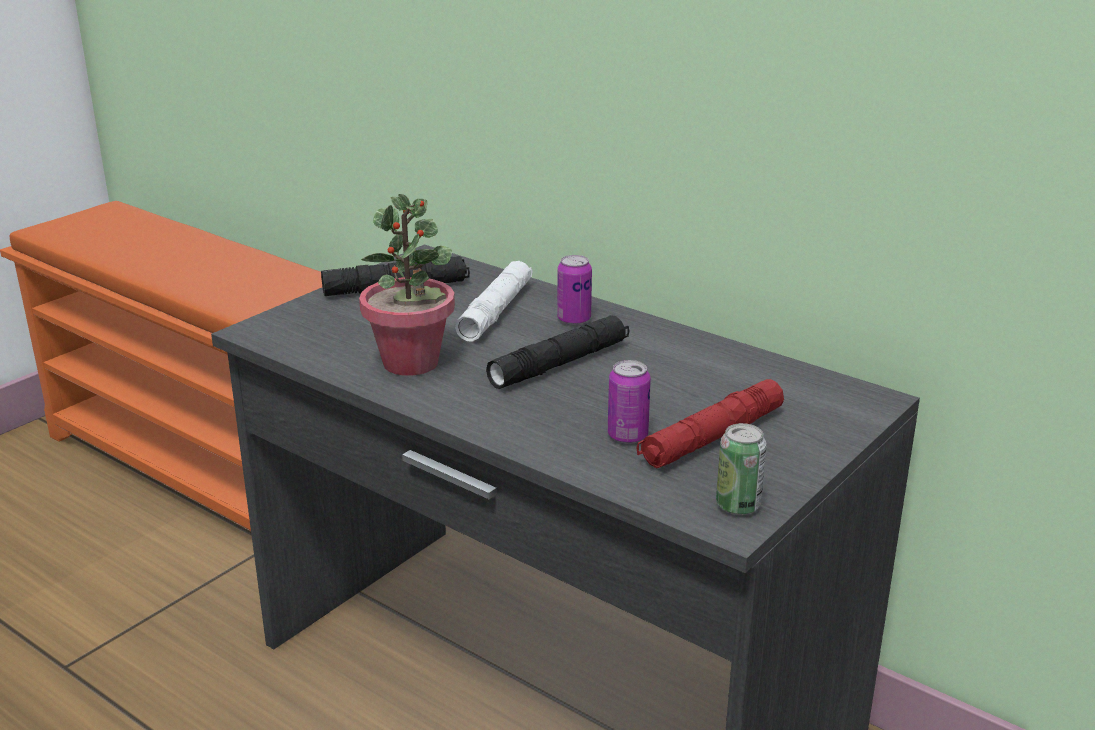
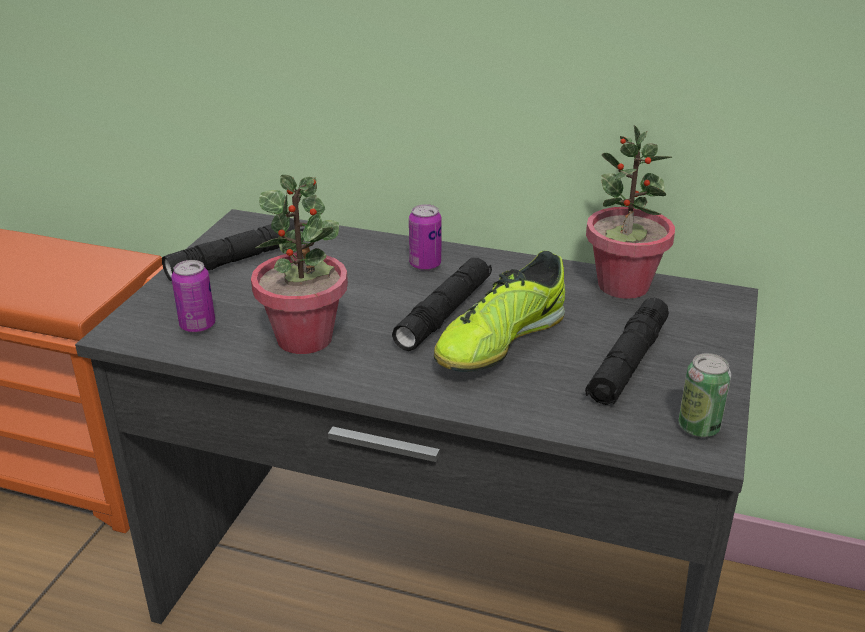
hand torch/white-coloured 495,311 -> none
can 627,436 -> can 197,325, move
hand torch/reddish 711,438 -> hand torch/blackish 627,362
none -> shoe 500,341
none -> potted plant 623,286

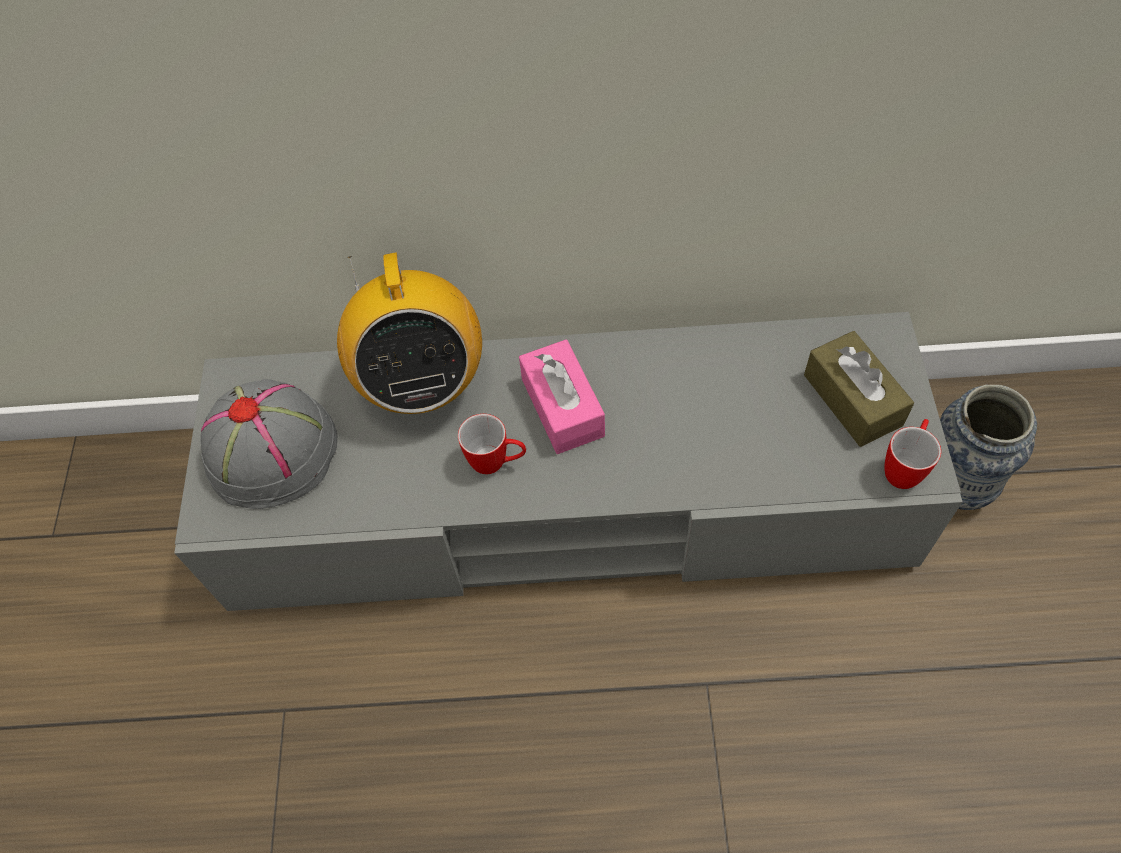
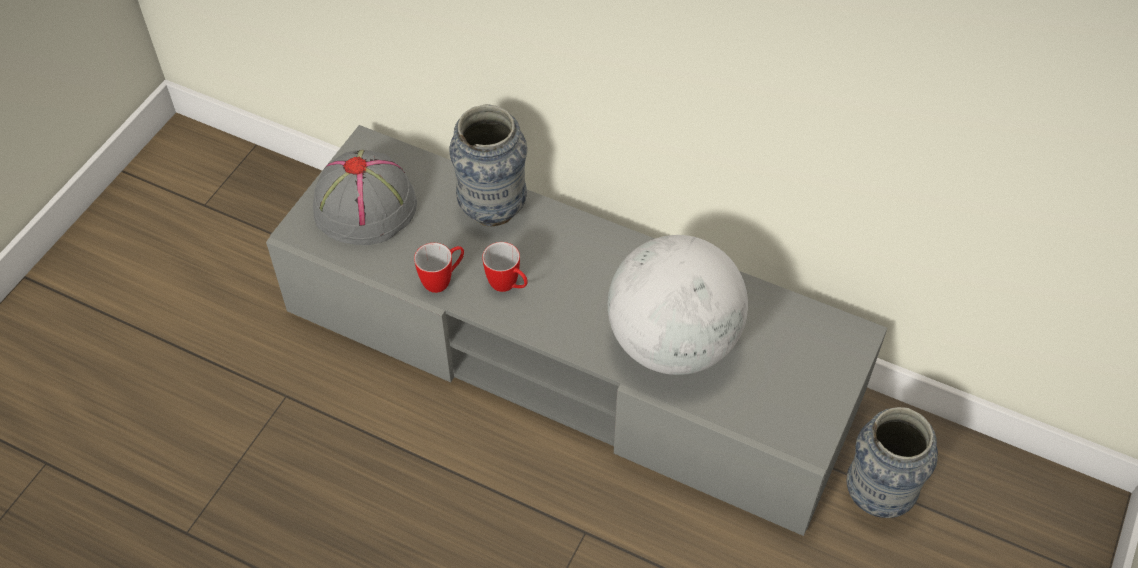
radio receiver 422,384 -> decorative vase 492,210
tissue holder/pink-coloured 562,407 -> none
tissue holder/brown 852,400 -> none
coffee mug 904,467 -> coffee mug 443,280, move
none -> globe 672,343

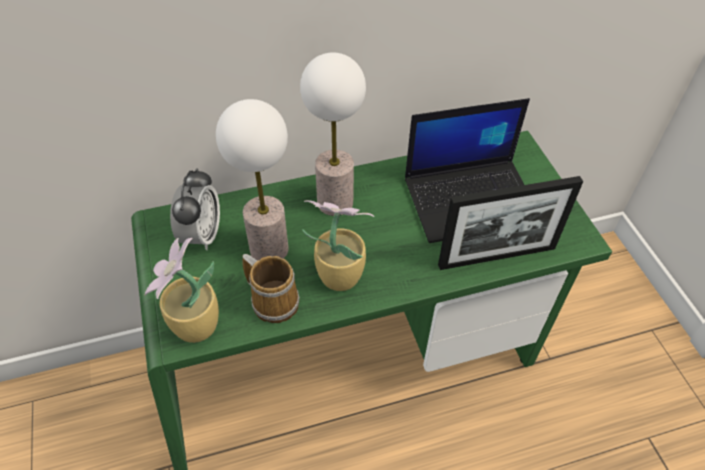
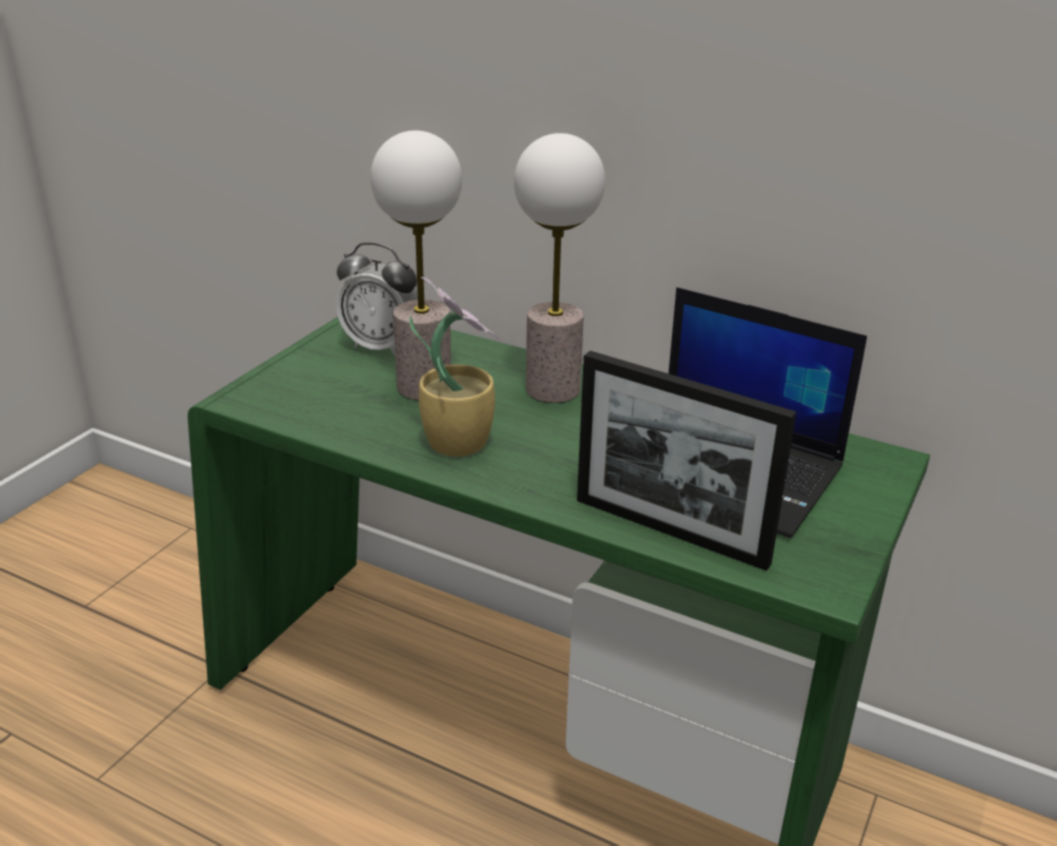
potted plant 195,327 -> none
alarm clock 202,235 -> alarm clock 381,346, 60 degrees clockwise
coffee mug 274,300 -> none

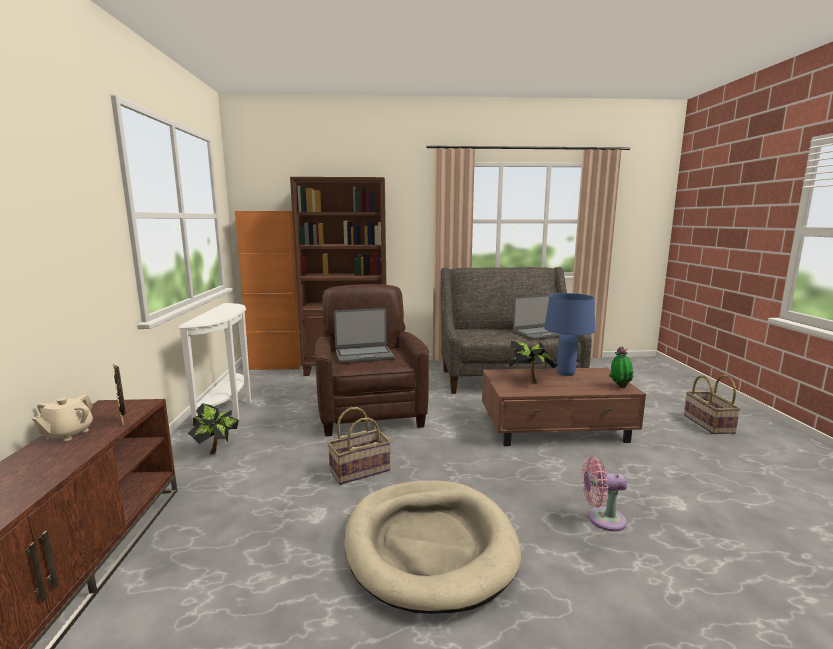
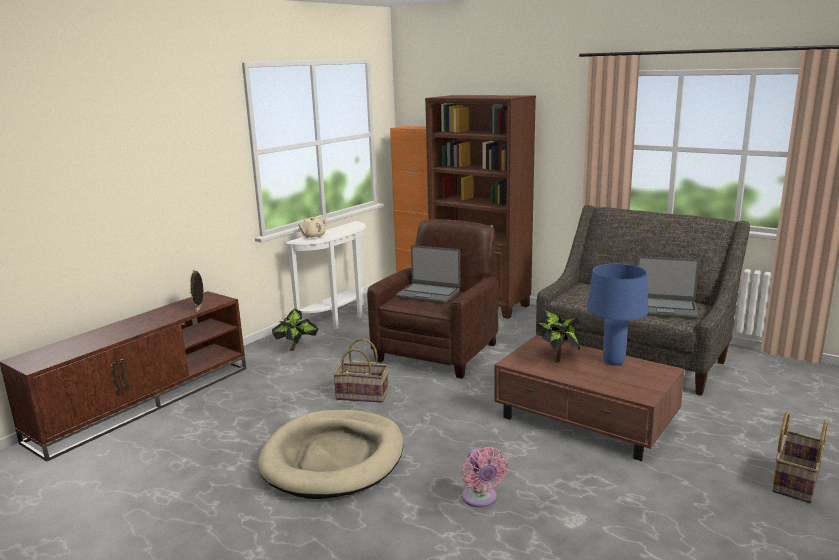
teapot/beige 67,434 -> teapot/beige 313,237, move
electric fan/pink-coloured 602,519 -> electric fan/pink-coloured 480,499, 150 degrees counterclockwise
potted plant 620,386 -> none

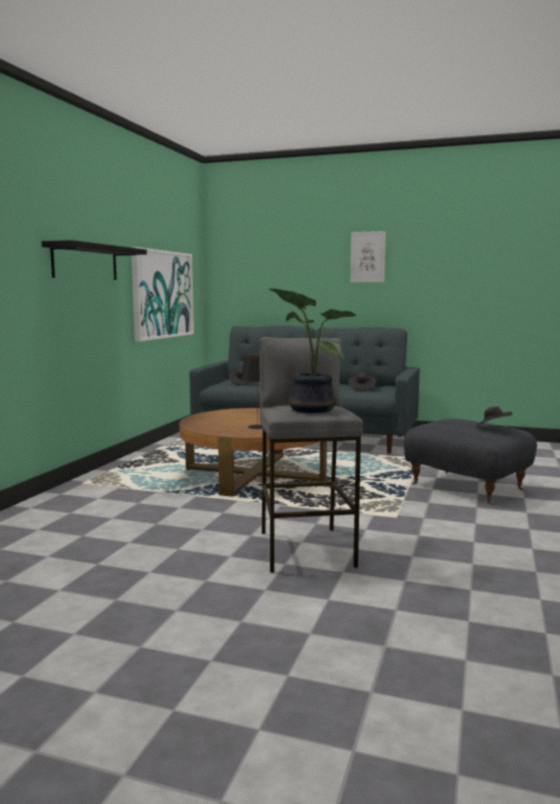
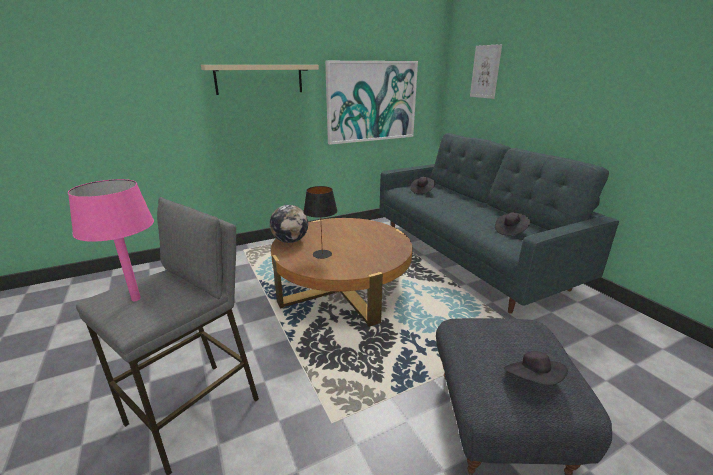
bracket shelf/blackish 85,262 -> bracket shelf/beige 259,79
potted plant 308,409 -> lamp for a table/pink-coloured 136,299
picture 367,257 -> picture 485,72, move
none -> globe 290,241

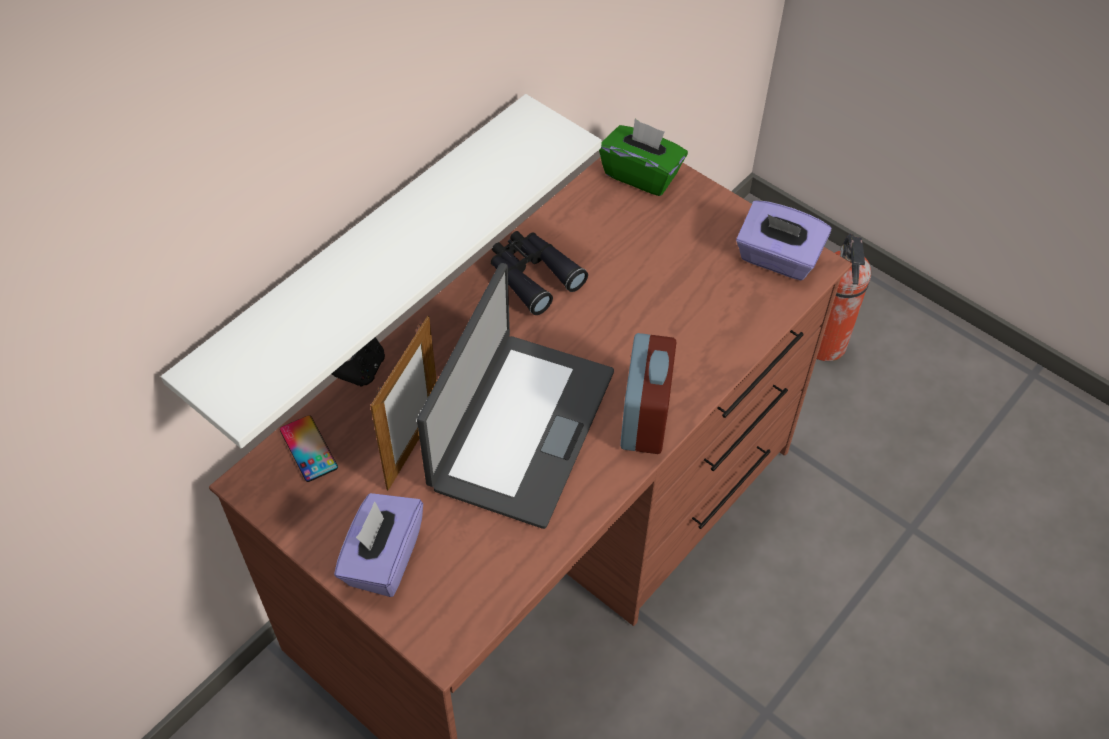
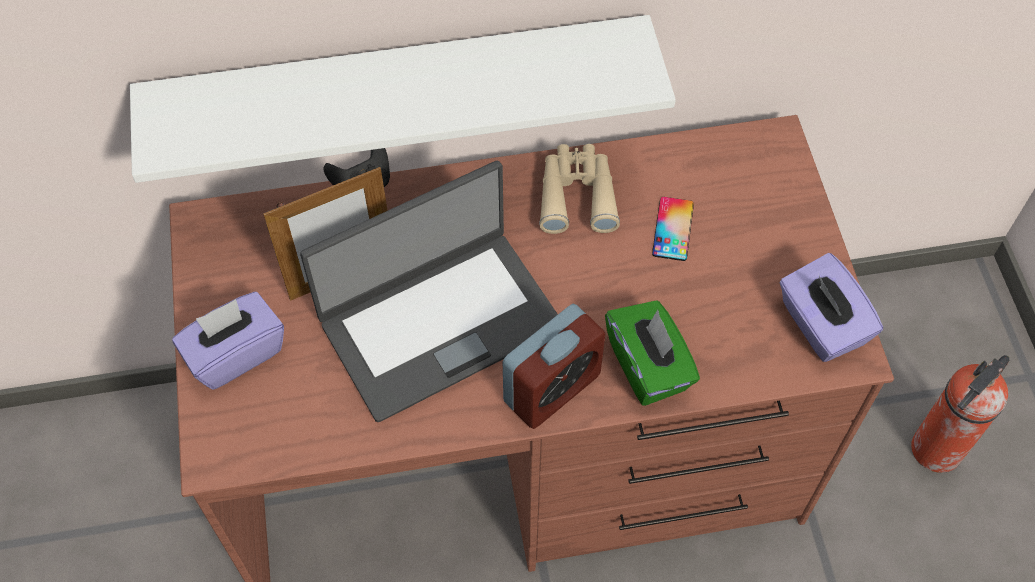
phone 308,448 -> phone 673,229, move
pair of binoculars/blackish 532,276 -> pair of binoculars/beige 577,194
tissue holder/greenish 641,174 -> tissue holder/greenish 648,366, move

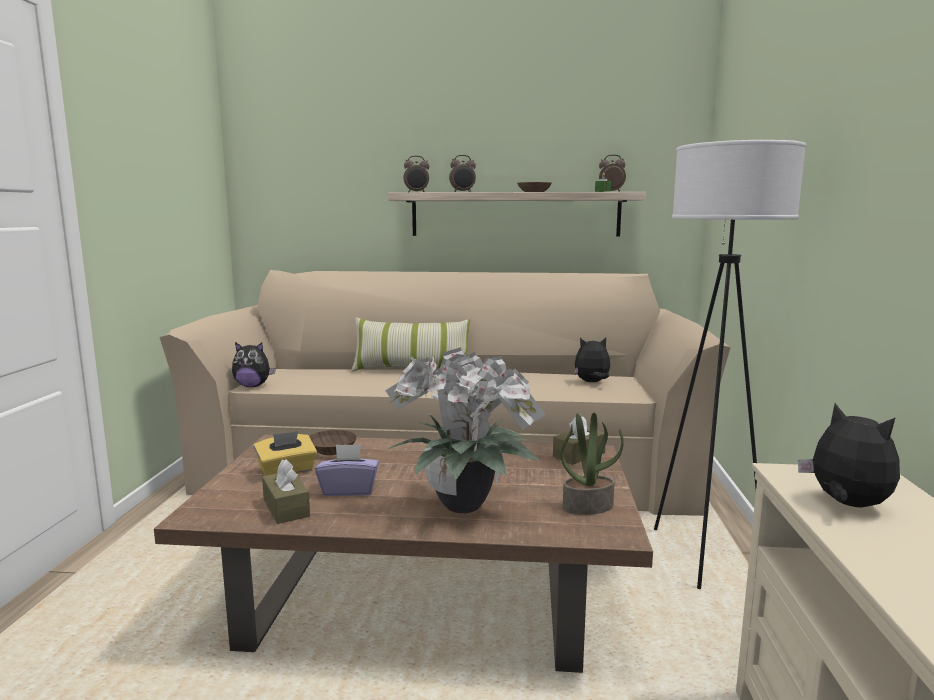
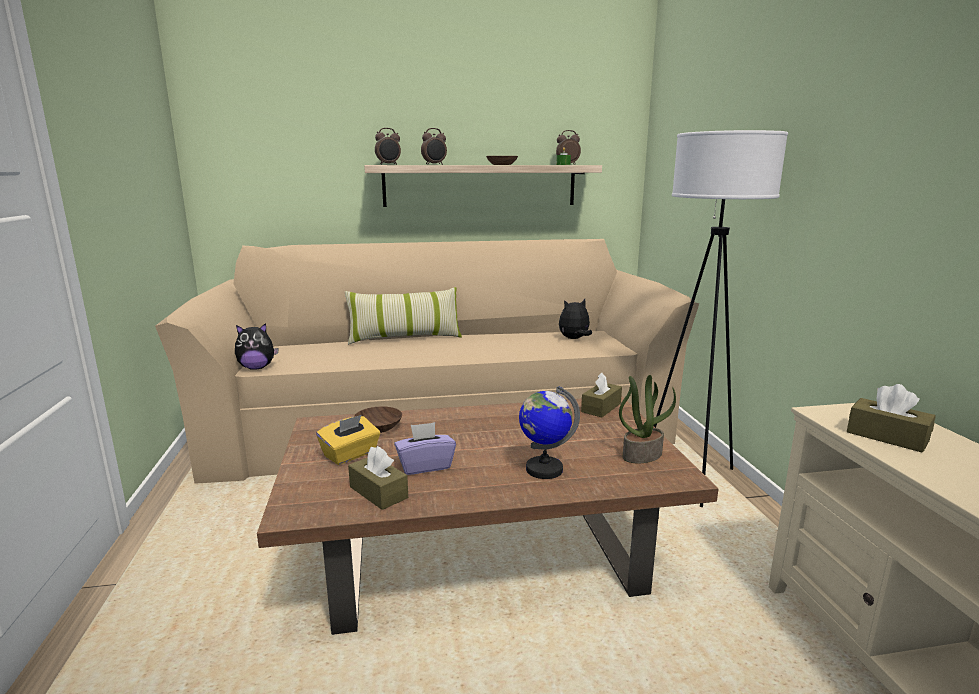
potted plant 466,507 -> globe 543,469
cuddly toy 846,505 -> tissue holder/brown 887,436

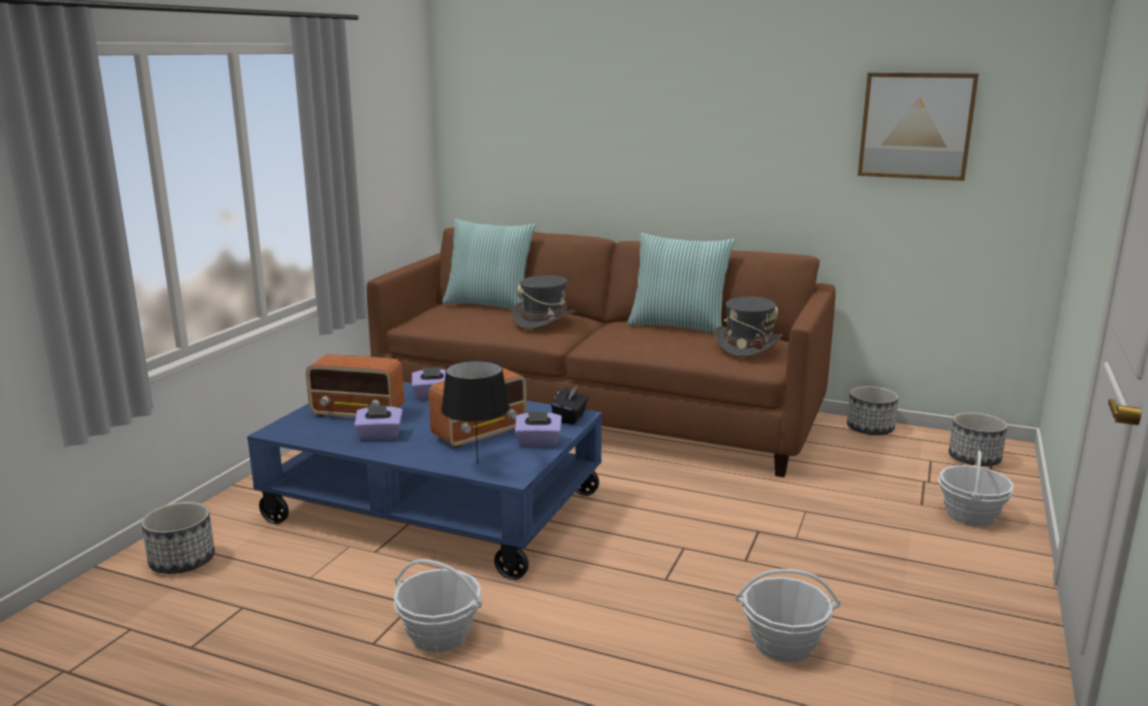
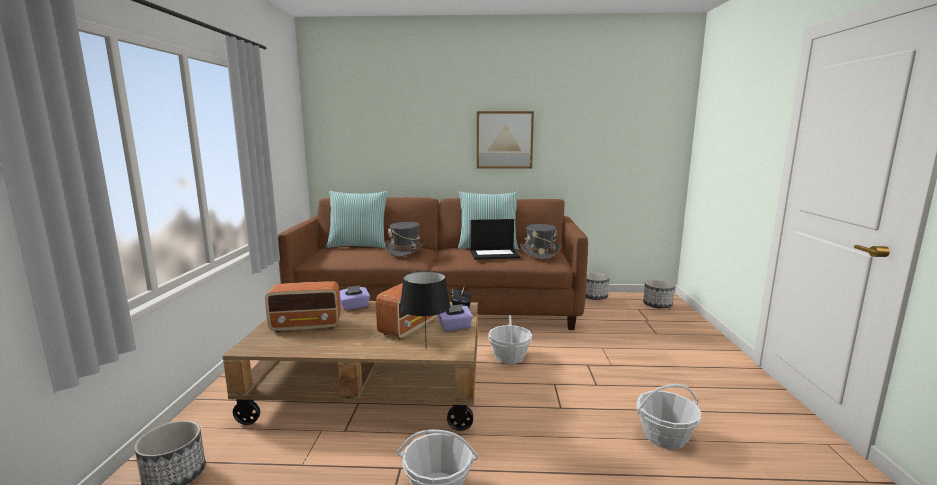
lounge table/blue-coloured 435,507 -> lounge table/brown 371,387
tissue holder/purple-coloured 379,436 -> none
picture 916,126 -> picture 504,140, move
basket 970,515 -> basket 509,357, move
none -> portable computer 495,254

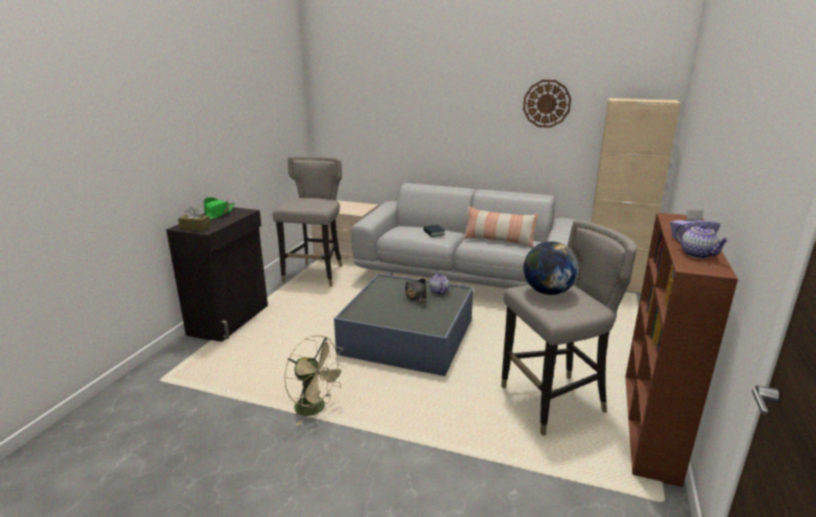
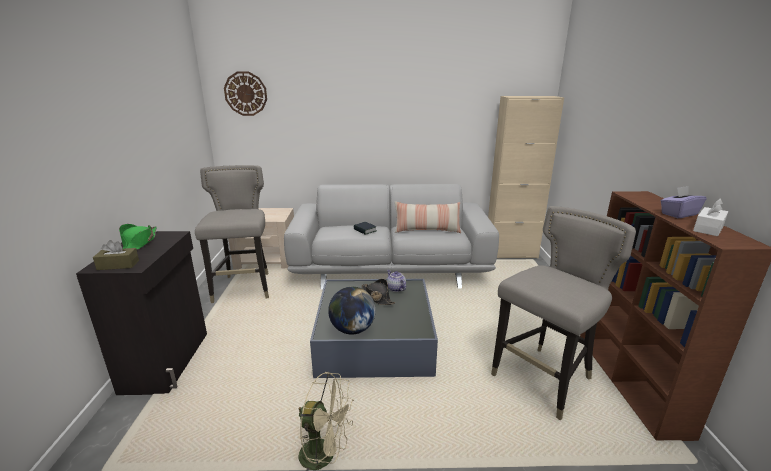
wall clock 546,103 -> wall clock 245,93, move
globe 547,292 -> globe 352,329, move
teapot 697,254 -> tissue holder/white-coloured 708,228

